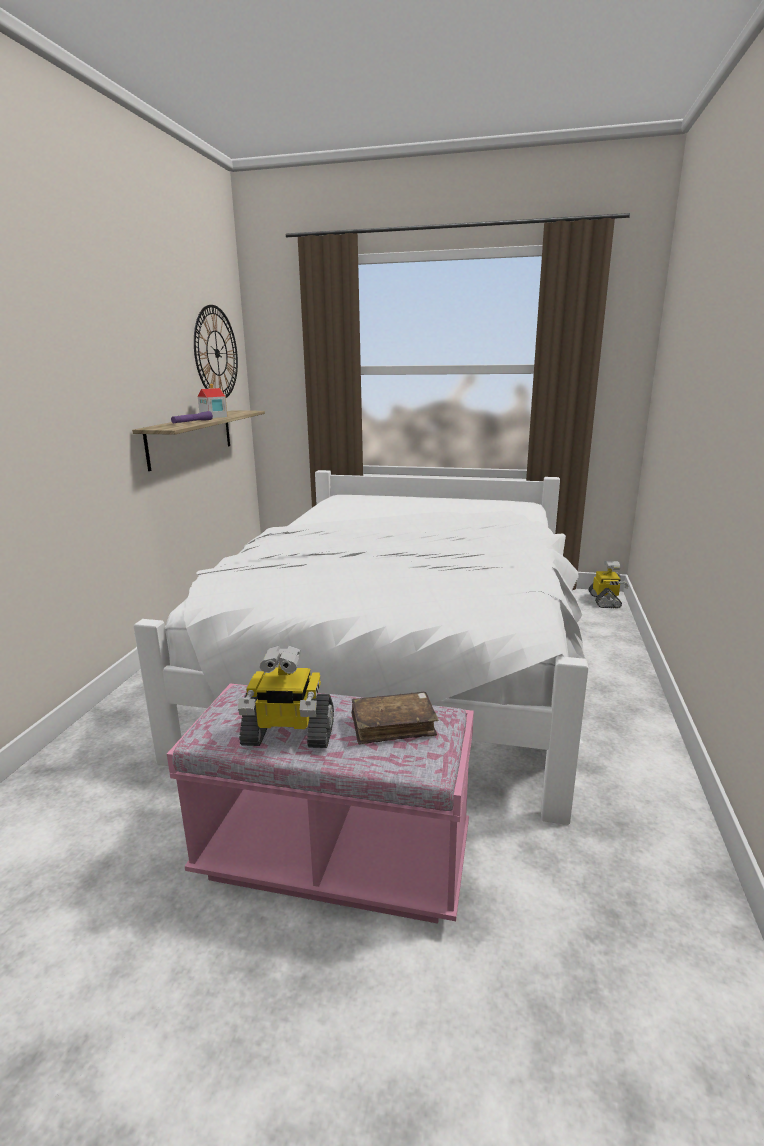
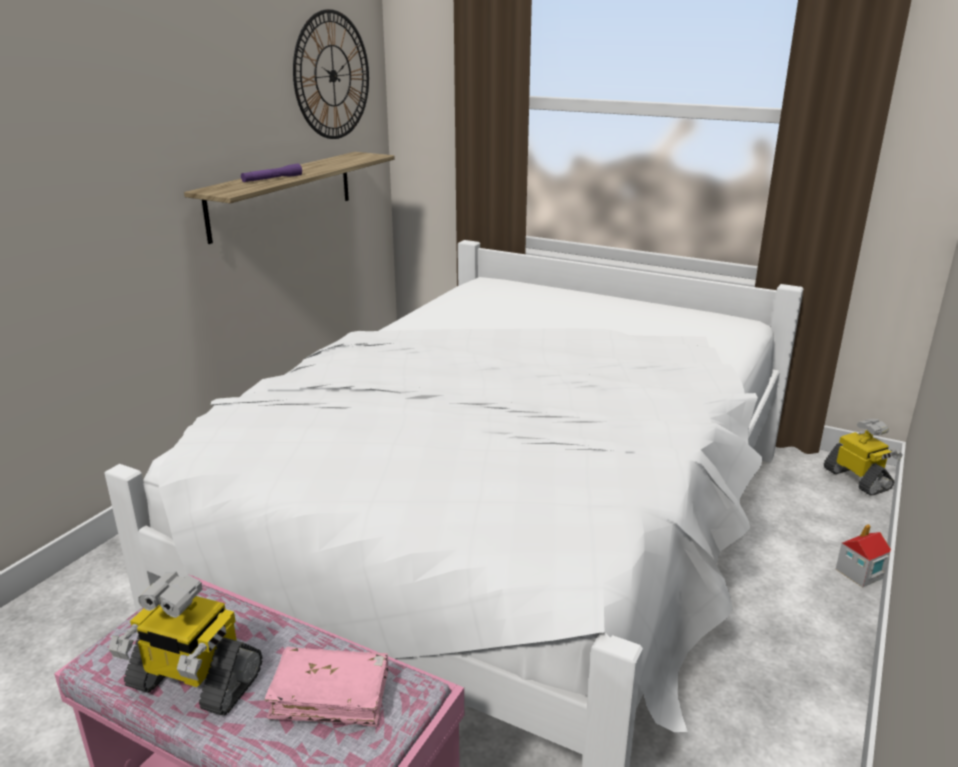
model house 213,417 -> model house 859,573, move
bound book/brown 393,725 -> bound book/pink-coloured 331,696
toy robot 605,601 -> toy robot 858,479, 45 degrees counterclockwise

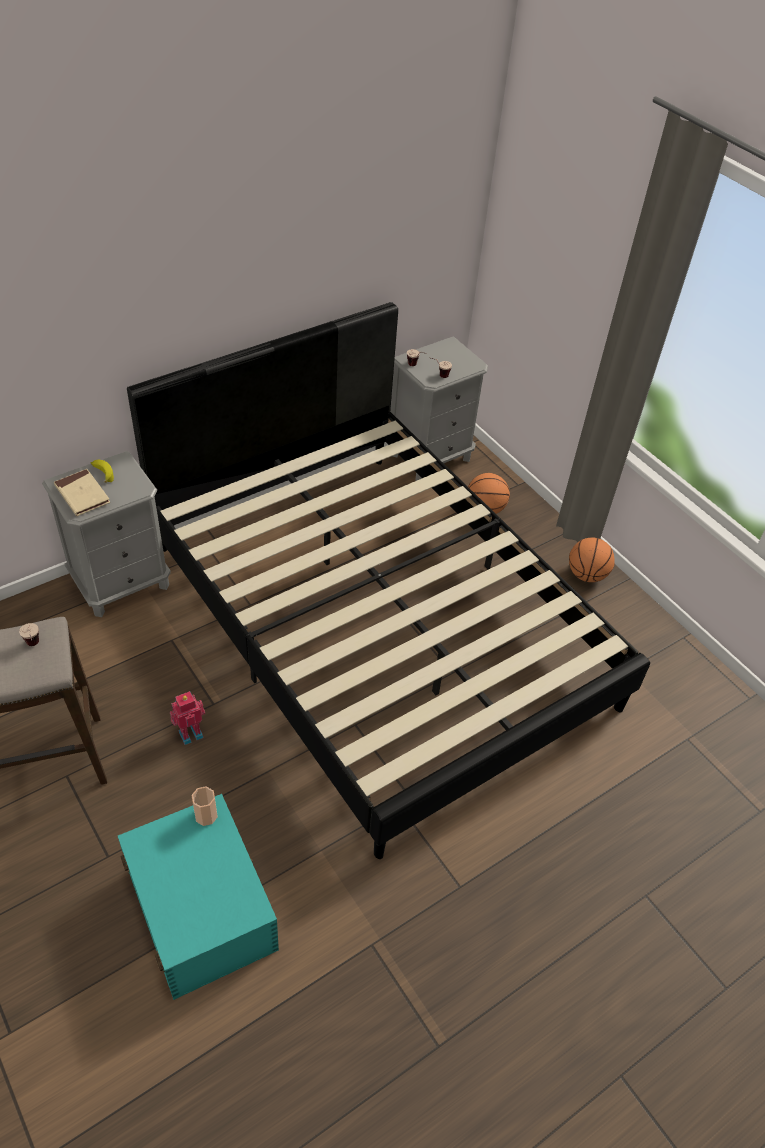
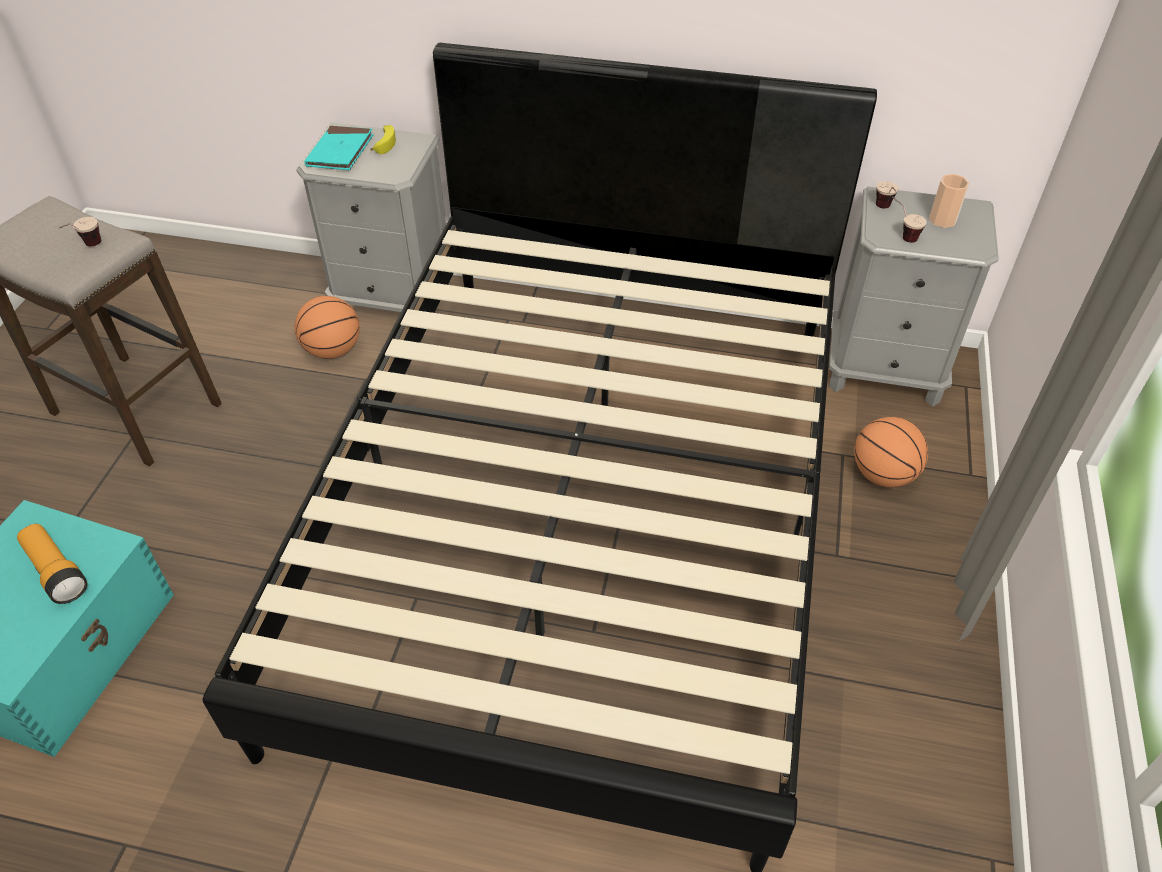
bound book/beige 82,495 -> bound book/turquoise-coloured 340,152
toy robot 190,733 -> none
drinking cup 206,815 -> drinking cup 942,220, move
ball for basketball 586,575 -> ball for basketball 333,350, move
none -> hand torch 56,572

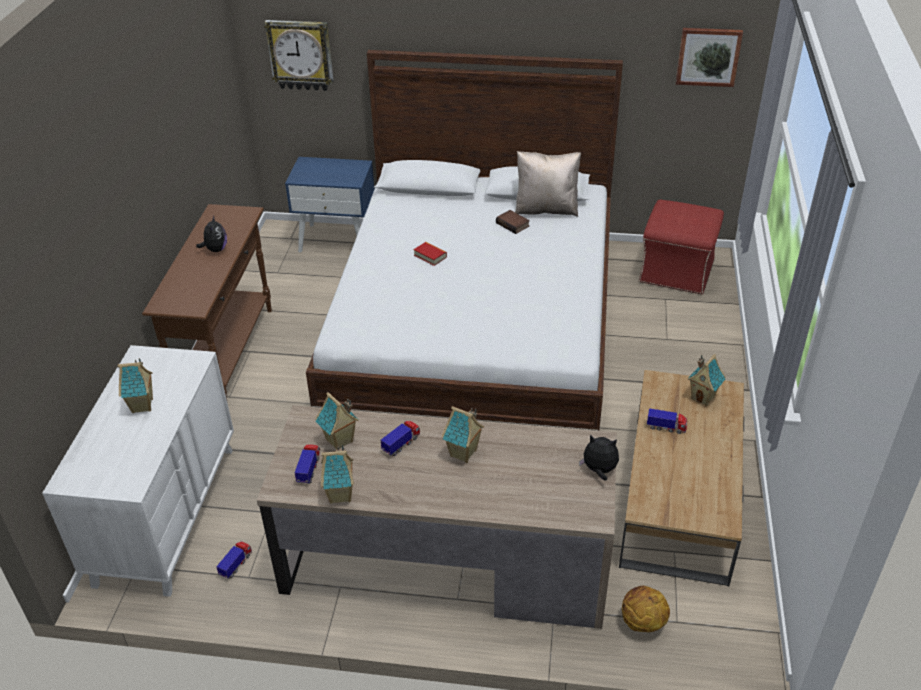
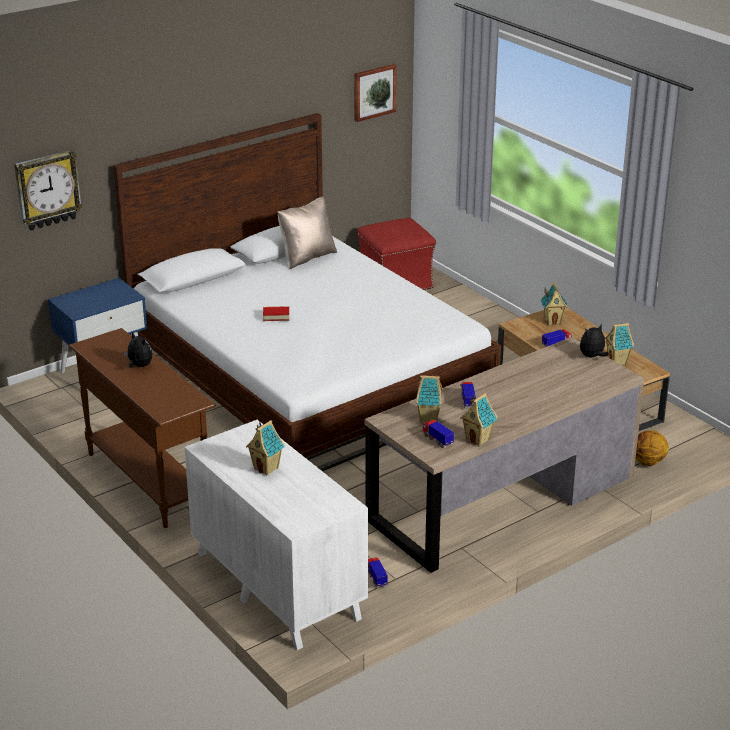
model house 463,454 -> model house 618,362, move
bound book 513,224 -> none

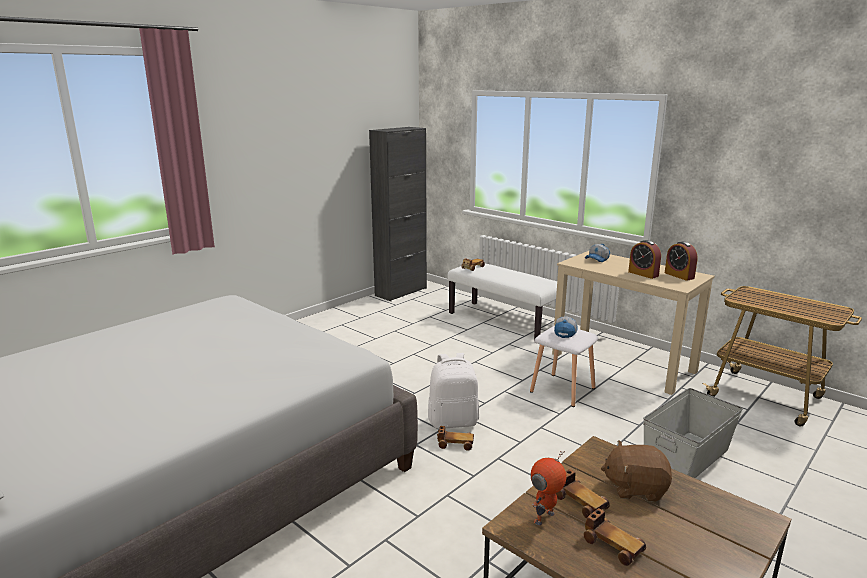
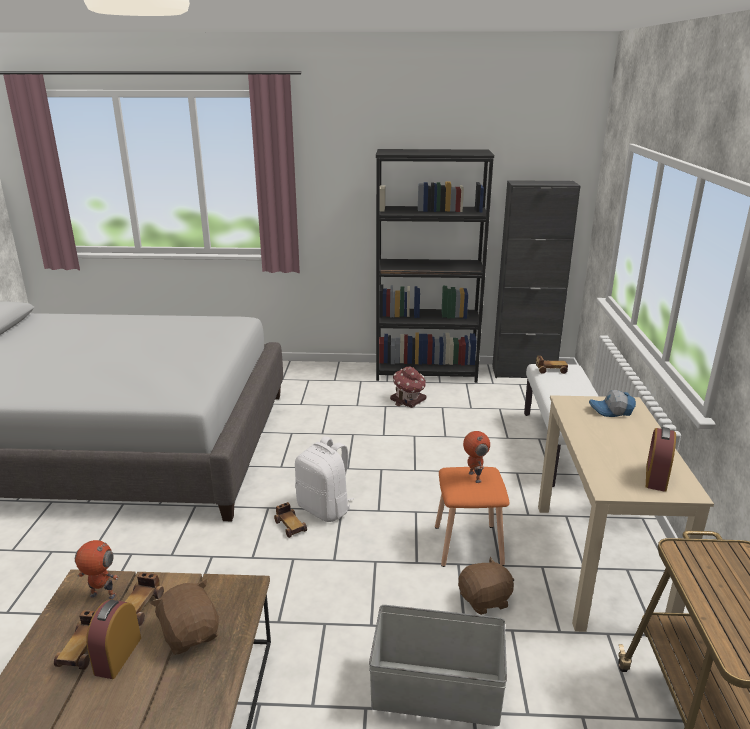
stool seat/white-coloured 561,390 -> stool seat/orange-coloured 467,544
peaked cap 565,331 -> toy robot 473,477
alarm clock 643,274 -> alarm clock 118,655, move
none -> shelving unit/blackish 426,372
none -> model house 408,400
none -> cuddly toy/brown 485,600

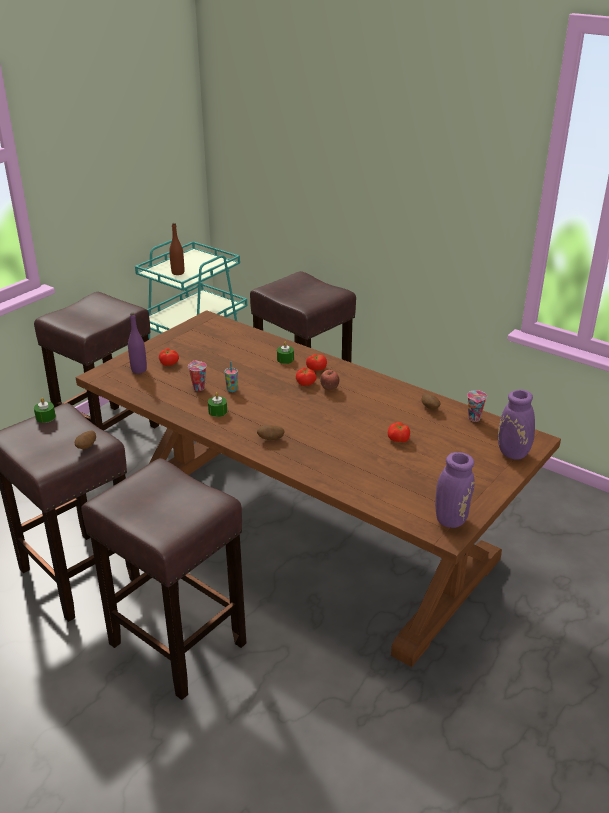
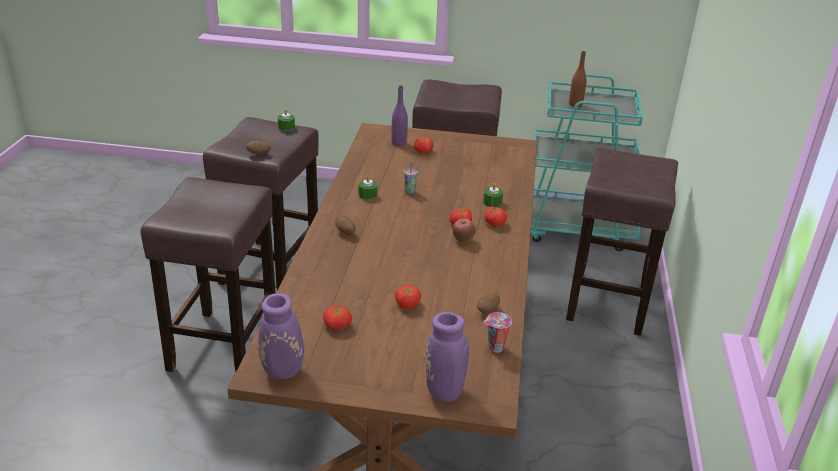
drinking cup 198,388 -> none
none -> fresh tomato 337,325

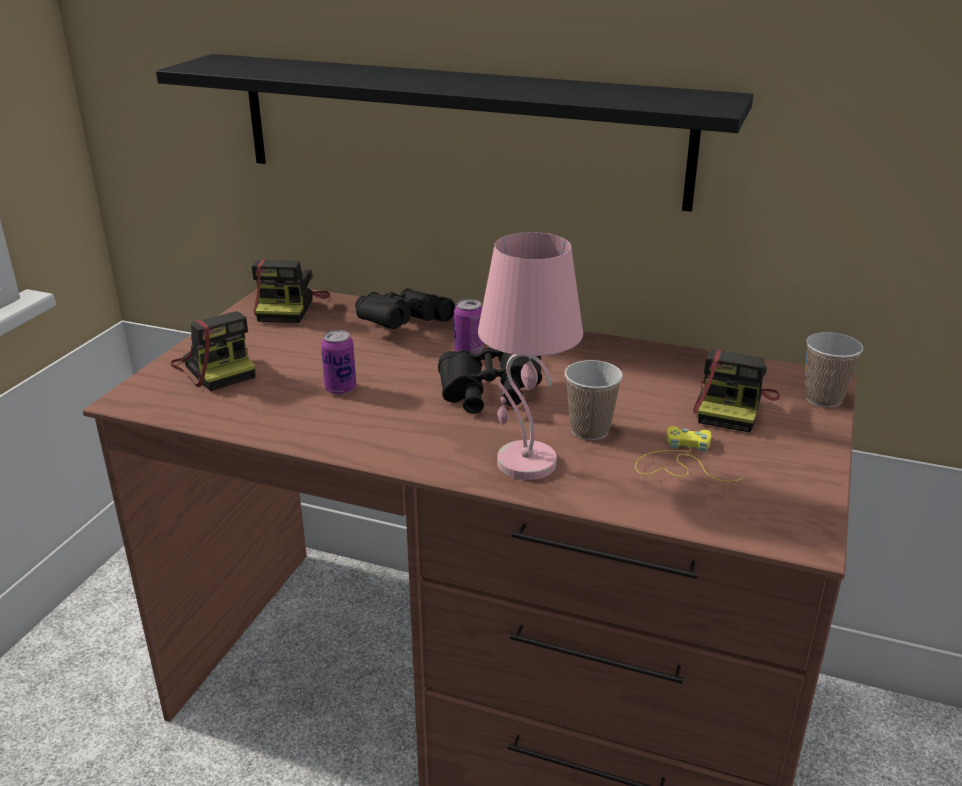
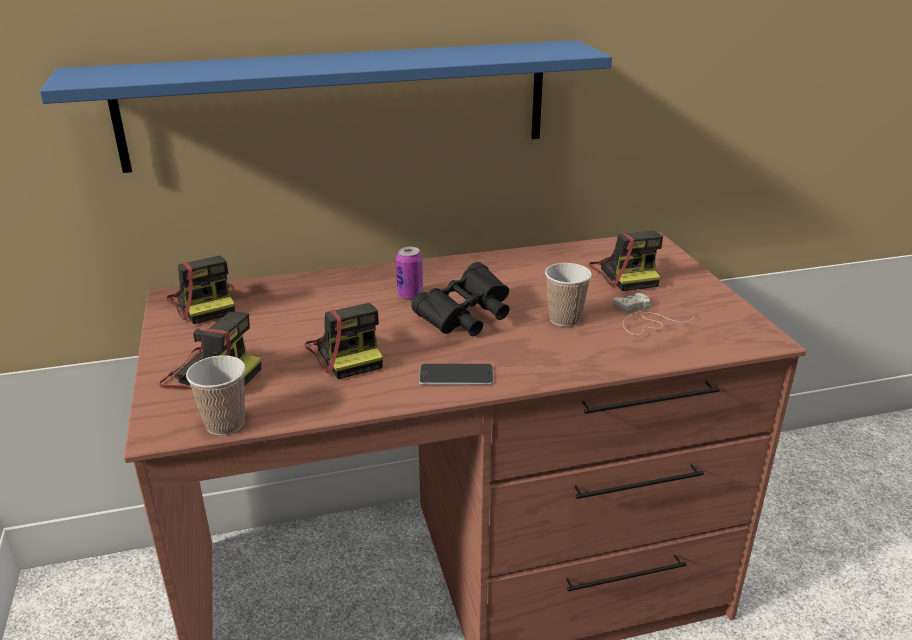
bracket shelf/blackish 459,129 -> bracket shelf/blue-coloured 339,104
can 340,389 -> still camera 347,353
pair of binoculars/blackish 401,326 -> none
lamp for a table/pink-coloured 524,463 -> none
game controller/yellow-coloured 679,461 -> game controller/white-coloured 643,319
drinking cup 823,399 -> drinking cup 225,424, move
none -> phone 456,375

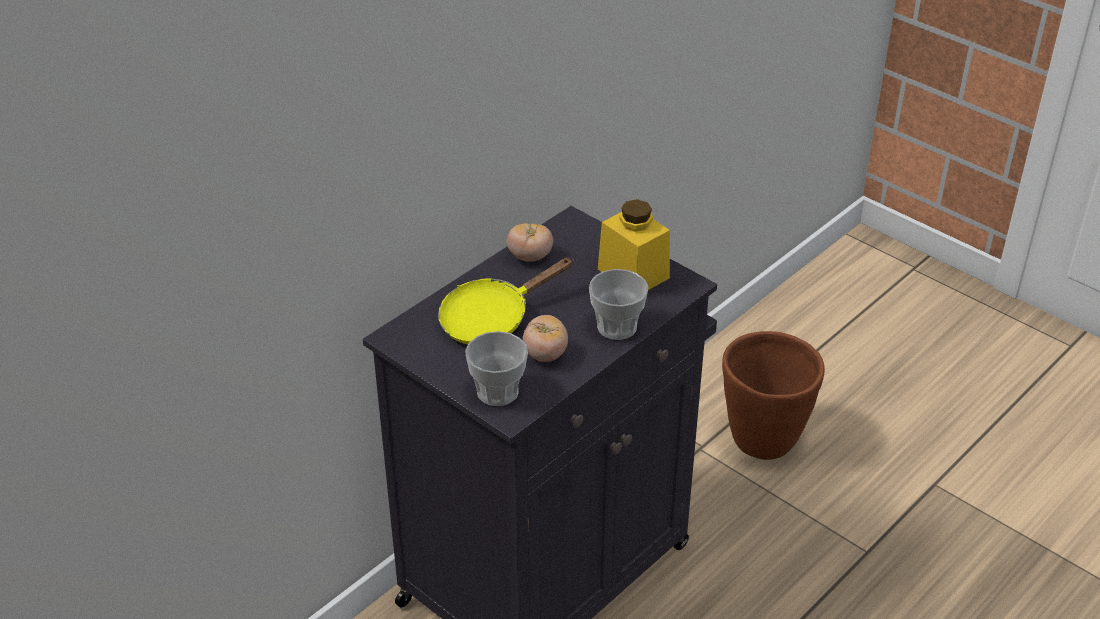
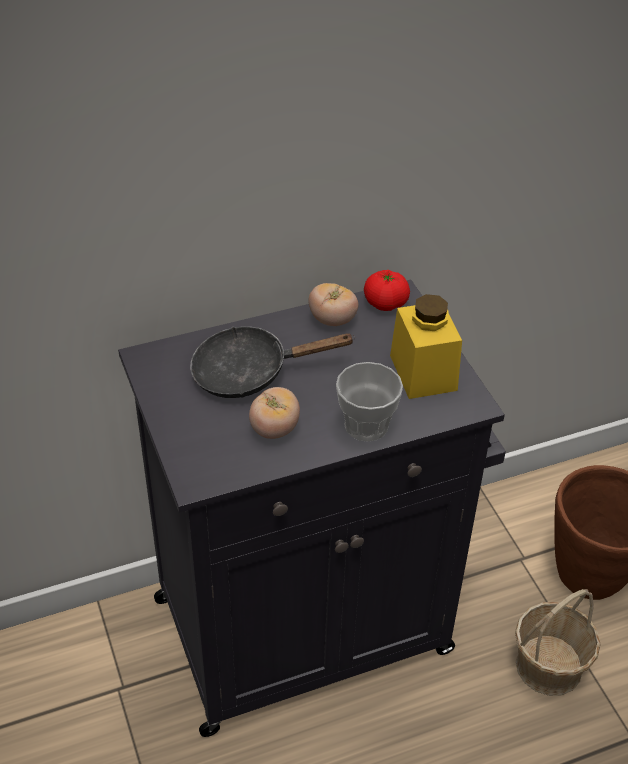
frying pan/yellow-coloured 492,319 -> frying pan/blackish 250,372
drinking cup 497,392 -> none
none -> fresh tomato 385,303
none -> basket 549,666

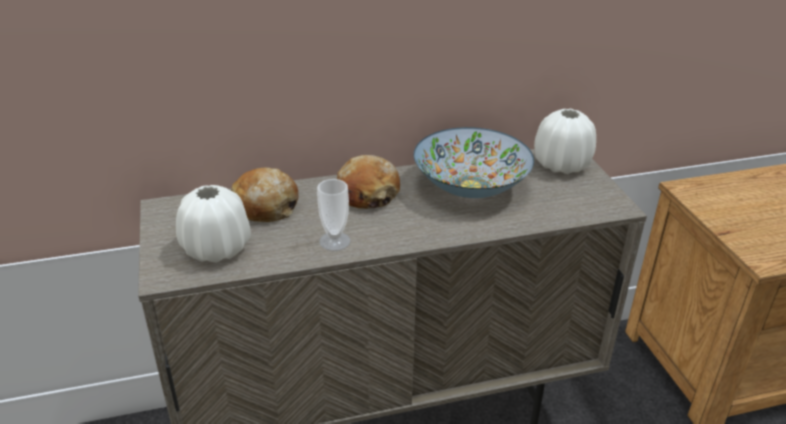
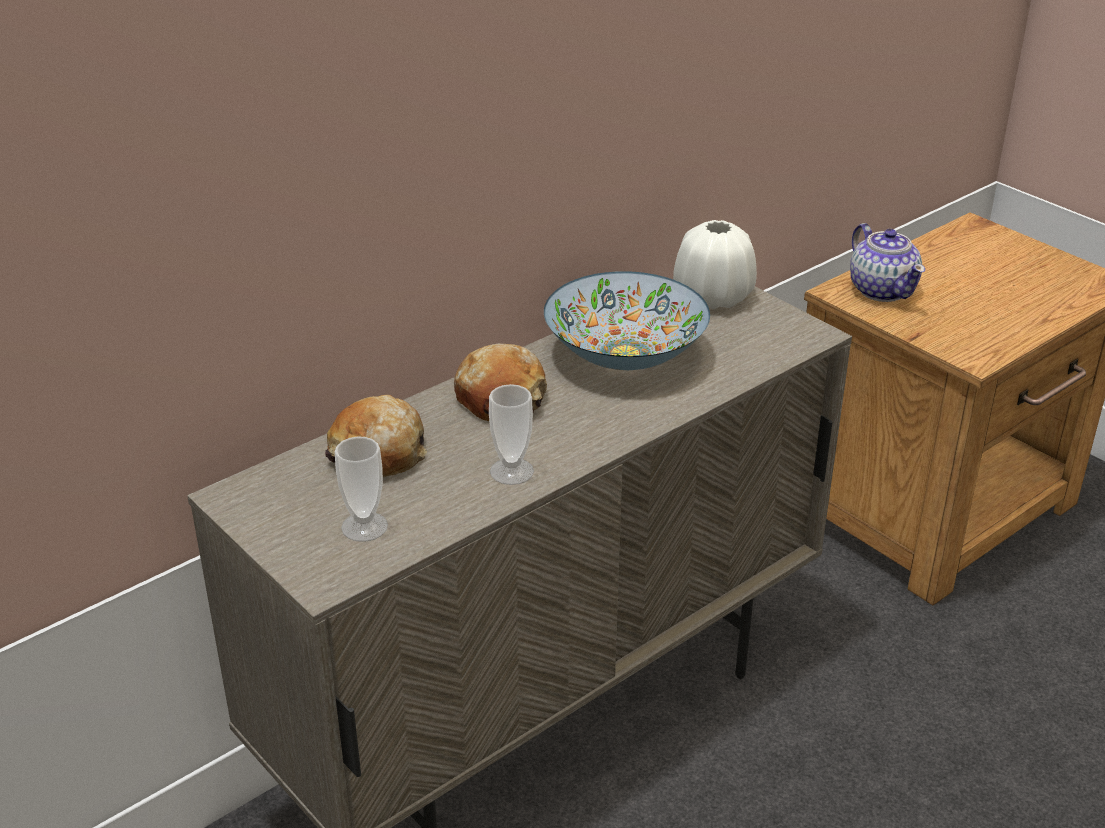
decorative vase/white-coloured 217,249 -> drinking cup 364,527
none -> teapot 882,290

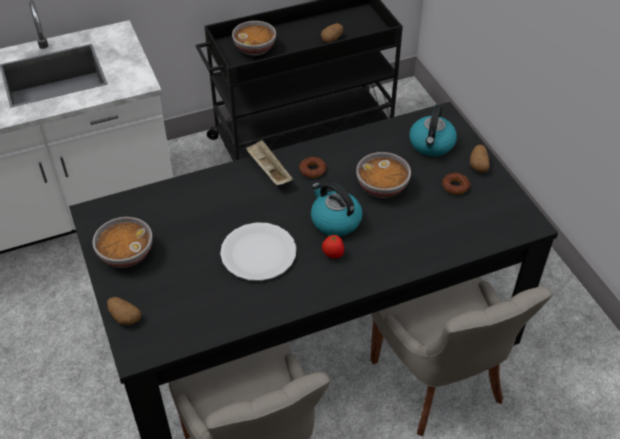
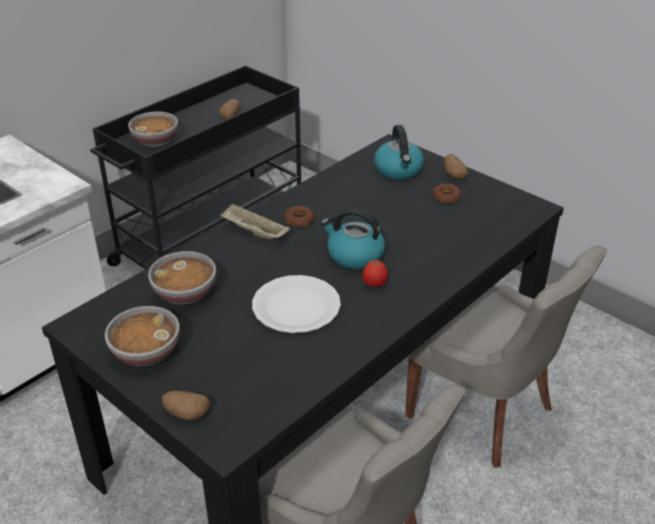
deep dish 382,187 -> deep dish 185,293, move

